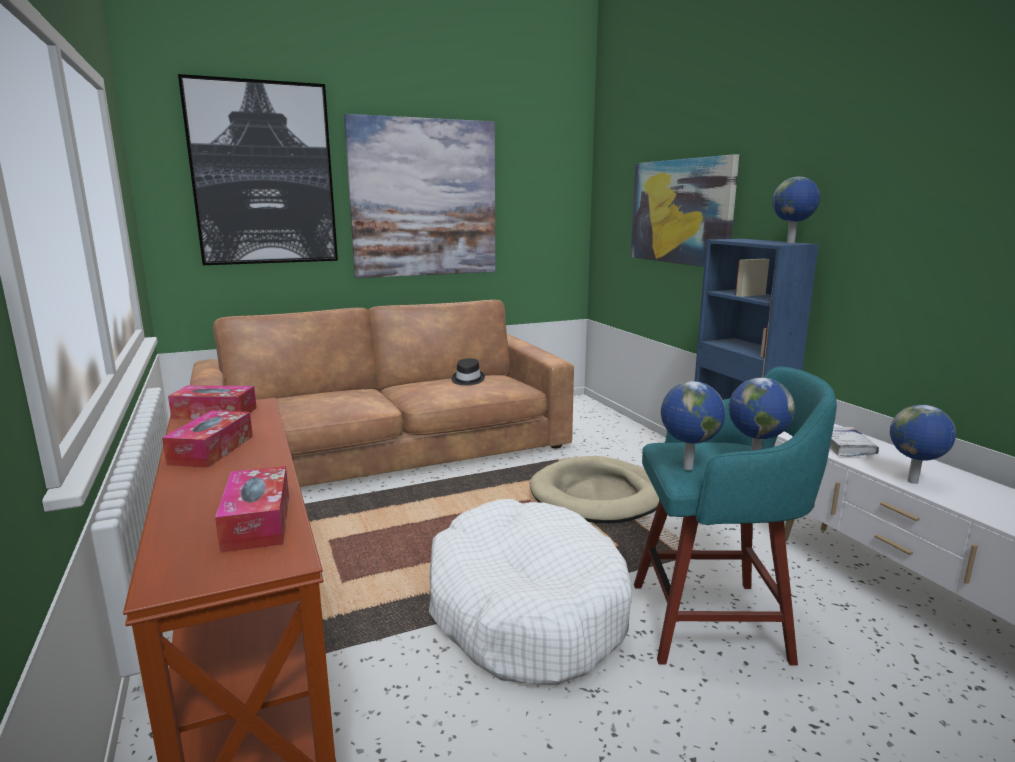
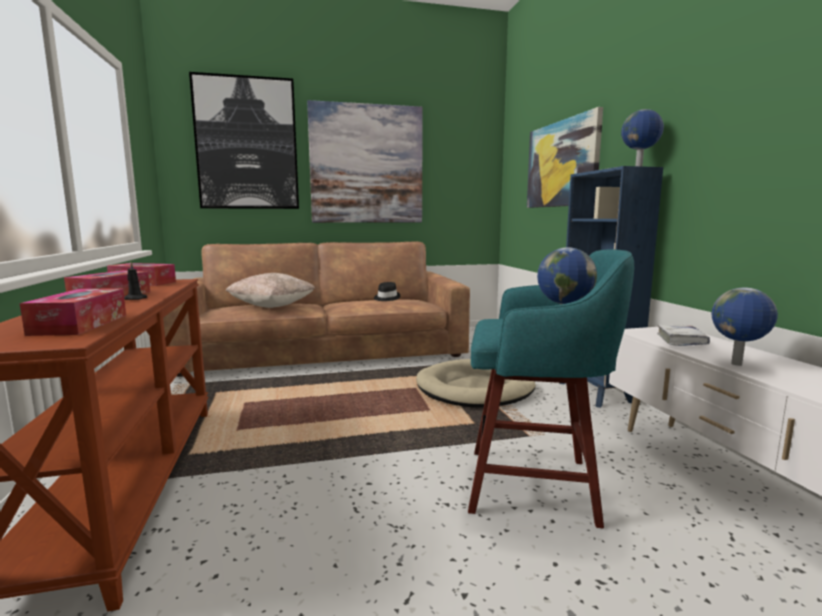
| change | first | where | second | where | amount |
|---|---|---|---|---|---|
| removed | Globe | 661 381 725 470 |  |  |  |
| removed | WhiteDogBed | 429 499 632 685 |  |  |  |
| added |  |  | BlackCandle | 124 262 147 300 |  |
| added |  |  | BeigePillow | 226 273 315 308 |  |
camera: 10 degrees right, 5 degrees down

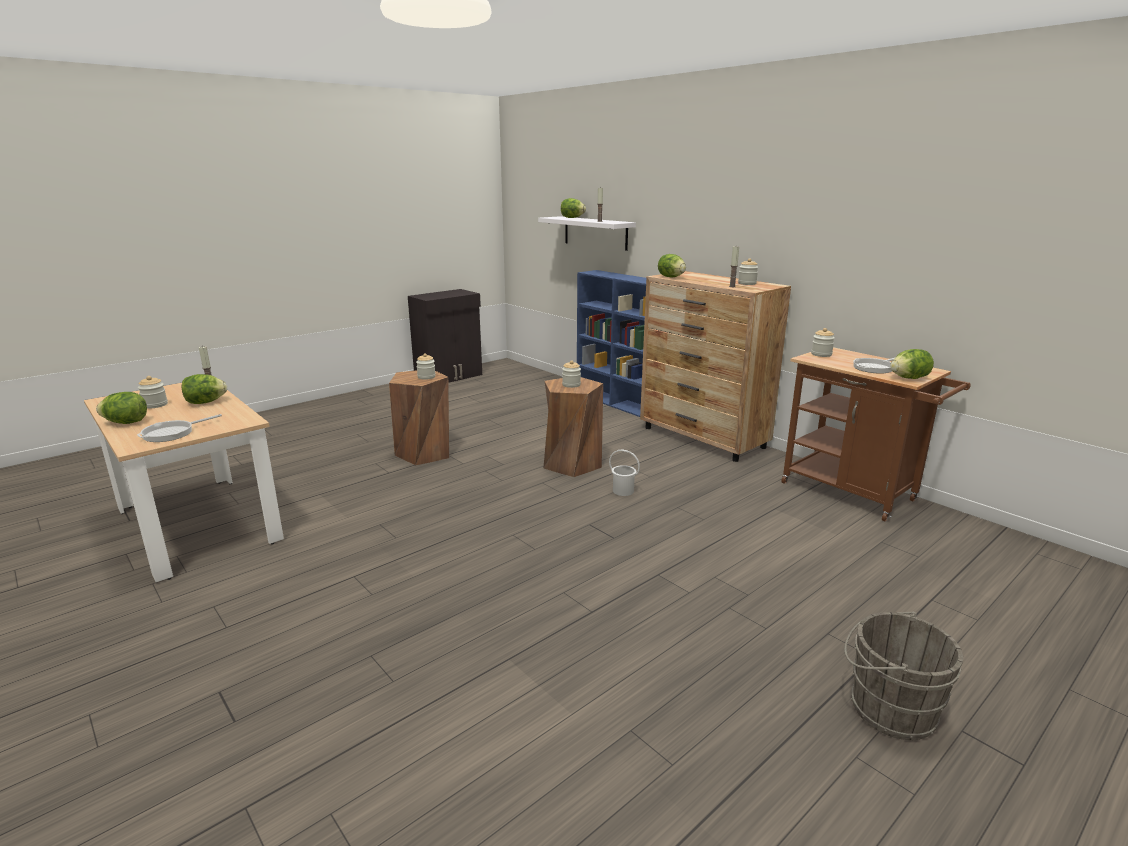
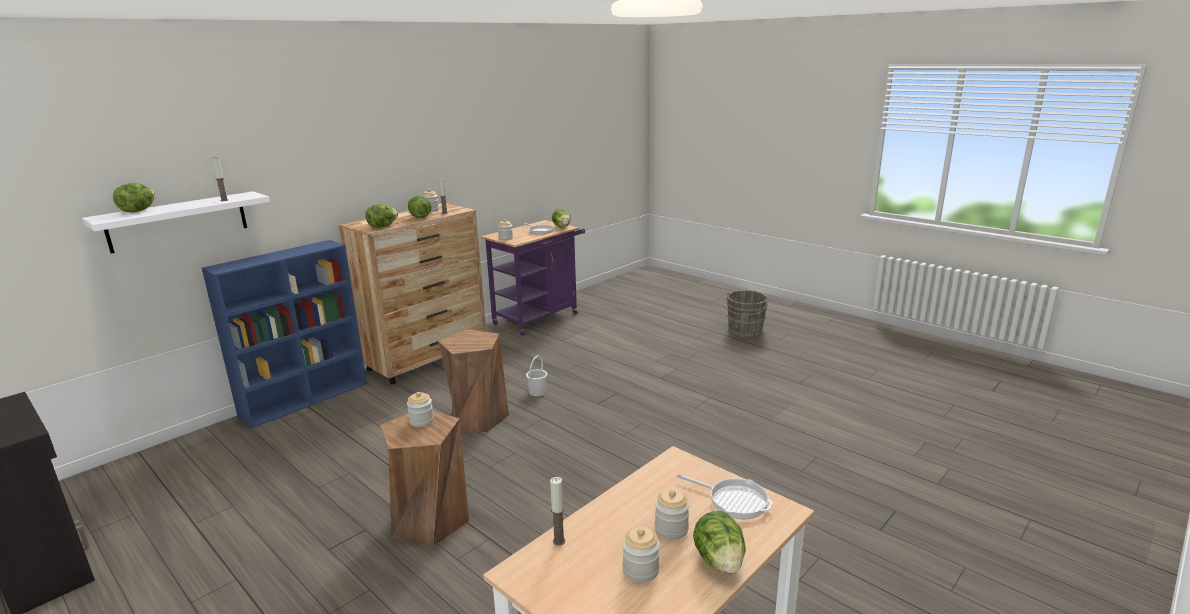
| change | first | where | second | where | amount |
|---|---|---|---|---|---|
| recoloured | BrownCart | 781 347 971 521 | PurpleCart | 481 220 585 336 |  |
| moved | Jar | 562 361 581 388 |  | 655 489 690 540 |  |
| moved | Lettuce | 181 374 227 404 |  | 408 196 431 218 |  |
camera: 95 degrees left, 0 degrees up

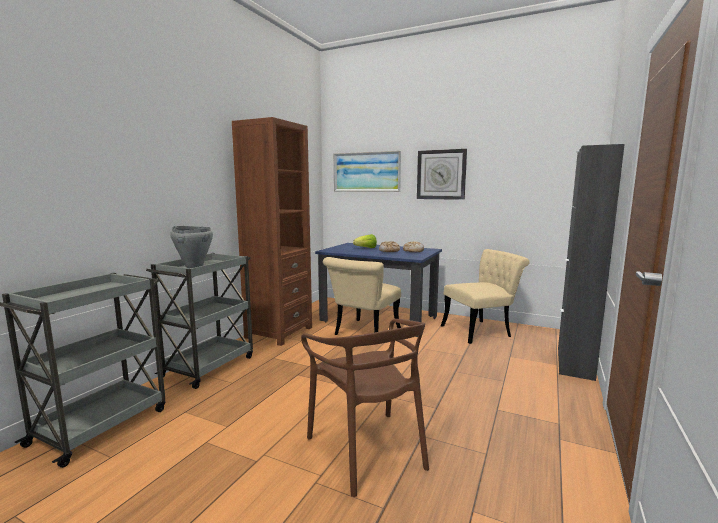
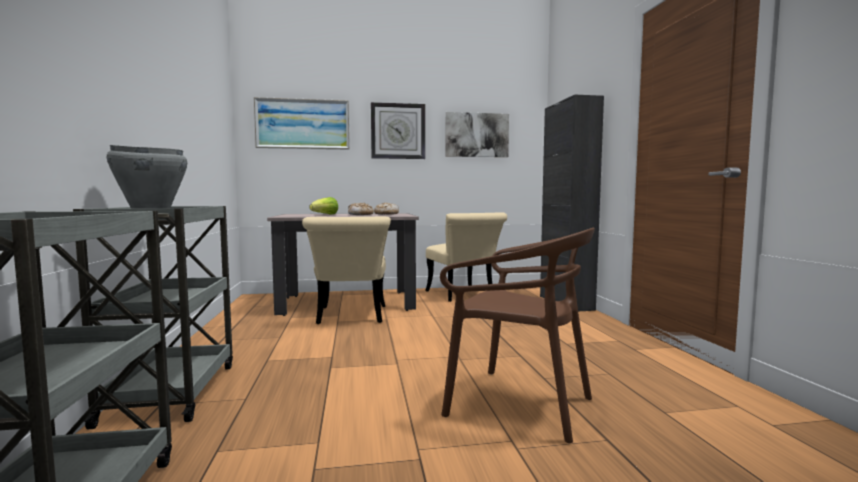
| change | first | where | second | where | amount |
|---|---|---|---|---|---|
| removed | BrownBookcase | 232 117 312 346 |  |  |  |
| recoloured | BlueDiningTable | 315 243 442 337 | BeigeDiningTable | 267 213 419 316 |  |
| turned | BeigeChair | 440 249 530 344 |  | 425 212 507 302 | 120 degrees clockwise |
| added |  |  | Picture | 445 112 509 157 |  |
camera: 35 degrees left, 5 degrees down

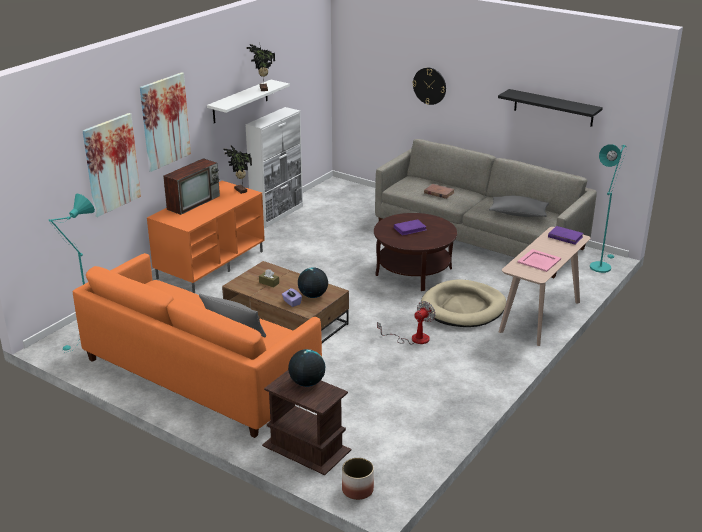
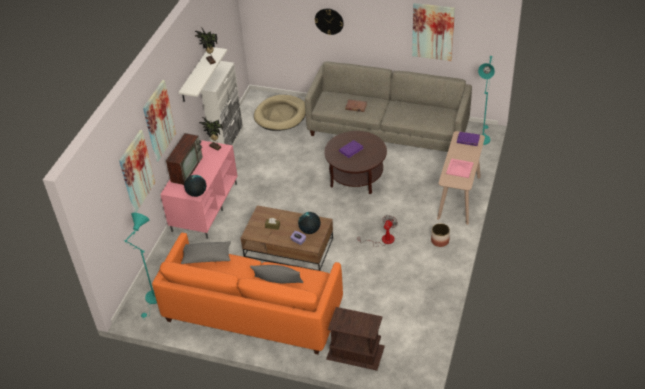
| change | first | where | second | where | amount |
|---|---|---|---|---|---|
| replaced | BlackShelf | 498 89 603 127 | Picture | 412 3 455 61 |  |
| recoloured | OrangeTvStand | 147 181 265 293 | PinkTvStand | 160 140 238 239 |  |
| moved | GreyPillow | 489 196 549 217 |  | 181 241 231 264 |  |
| moved | BeigeDogBed | 421 279 506 327 |  | 254 95 306 131 |  |
| moved | Globe | 288 349 325 387 |  | 184 175 206 197 |  |
| moved | Planter | 342 458 374 500 |  | 431 223 450 247 |  |
camera: 15 degrees left, 15 degrees up

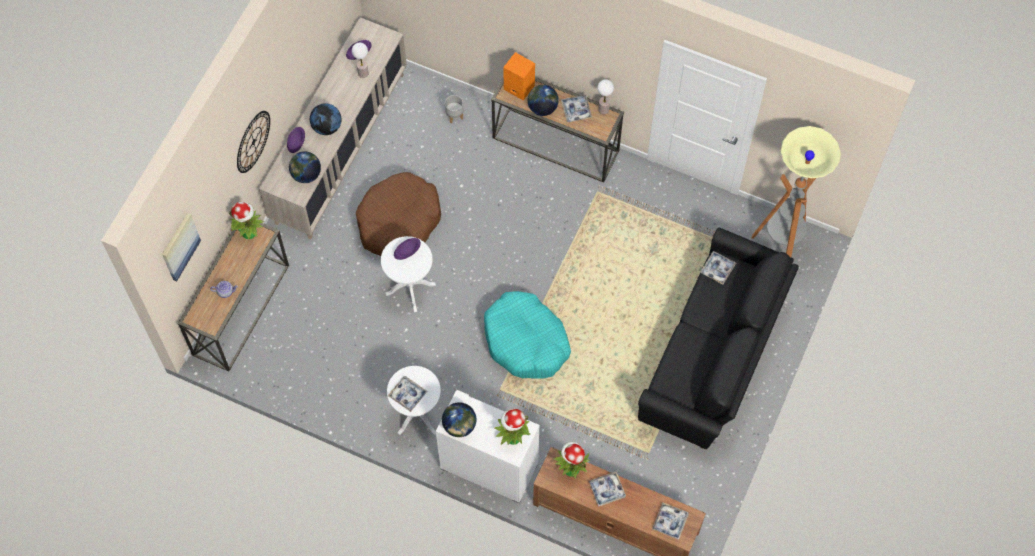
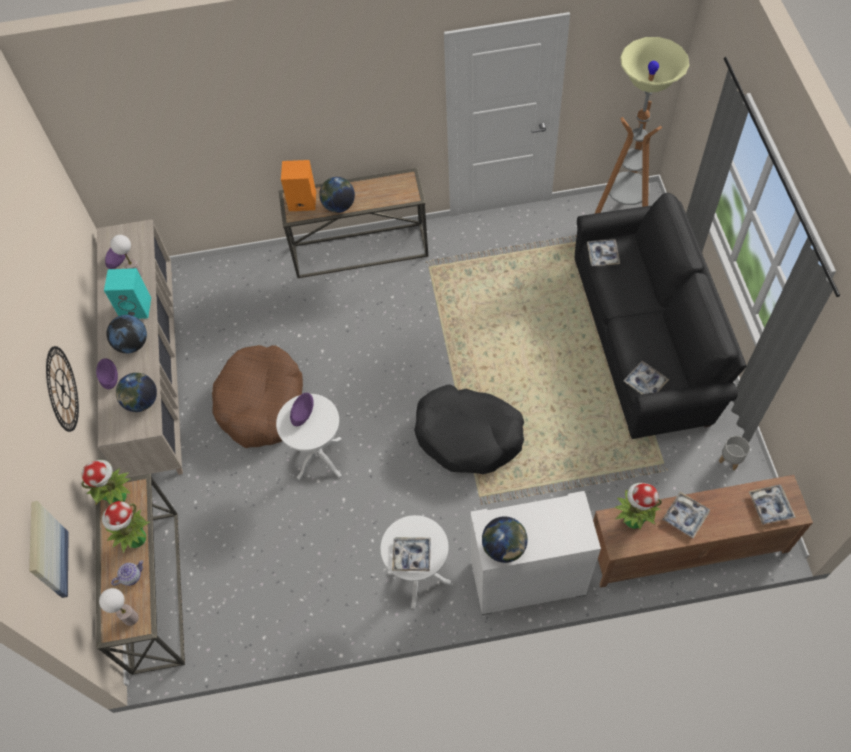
| change | first | where | second | where | amount |
|---|---|---|---|---|---|
| moved | TableLamp | 598 79 614 114 |  | 99 588 139 626 |  |
| moved | GreyPlanter | 445 95 463 123 |  | 719 436 750 470 |  |
| moved | Tray | 561 95 592 122 |  | 623 361 669 394 |  |
| recoloured | TurquoiseDogBed | 484 291 571 379 | BlackDogBed | 414 384 524 474 |  |
| moved | PottedPlant | 494 408 531 445 |  | 102 501 150 553 |  |
| added |  |  | TurquoiseSpeaker | 104 268 151 319 |  |
camera: 30 degrees left, 5 degrees down

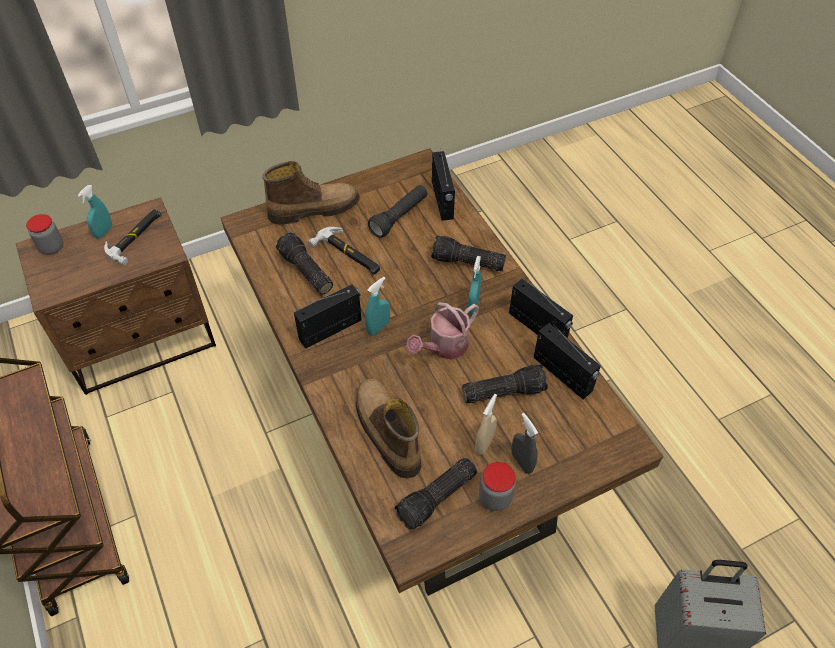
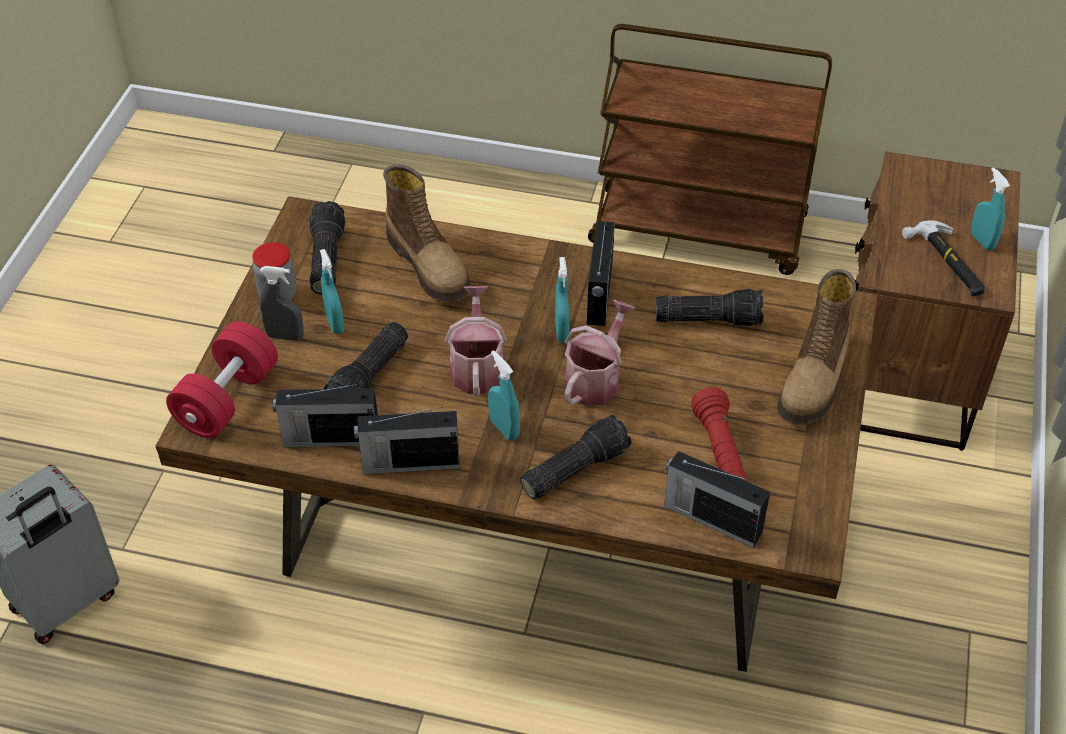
| change | first | where | second | where | amount |
|---|---|---|---|---|---|
| recoloured | BlackFlashlight | 368 185 427 238 | RedFlashlight | 691 387 748 482 |  |
| removed | Jar | 26 214 63 255 |  |  |  |
| removed | Hammer | 308 227 380 275 |  |  |  |
| turned | Boot | 356 379 422 478 |  | 383 164 470 302 | 45 degrees clockwise |
| recoloured | BeigeSprayBottle | 475 394 497 455 | TurquoiseSprayBottle | 320 249 344 334 |  |
| added |  |  | WateringCan | 564 300 636 406 |  |
| added |  |  | RedDumbbell | 166 321 278 438 |  |
camera: 130 degrees right, 5 degrees down

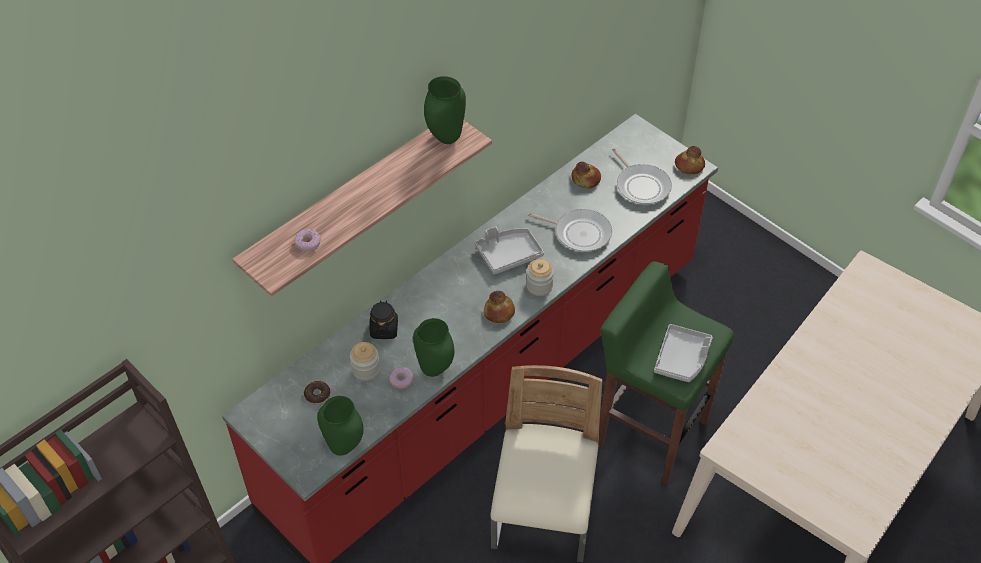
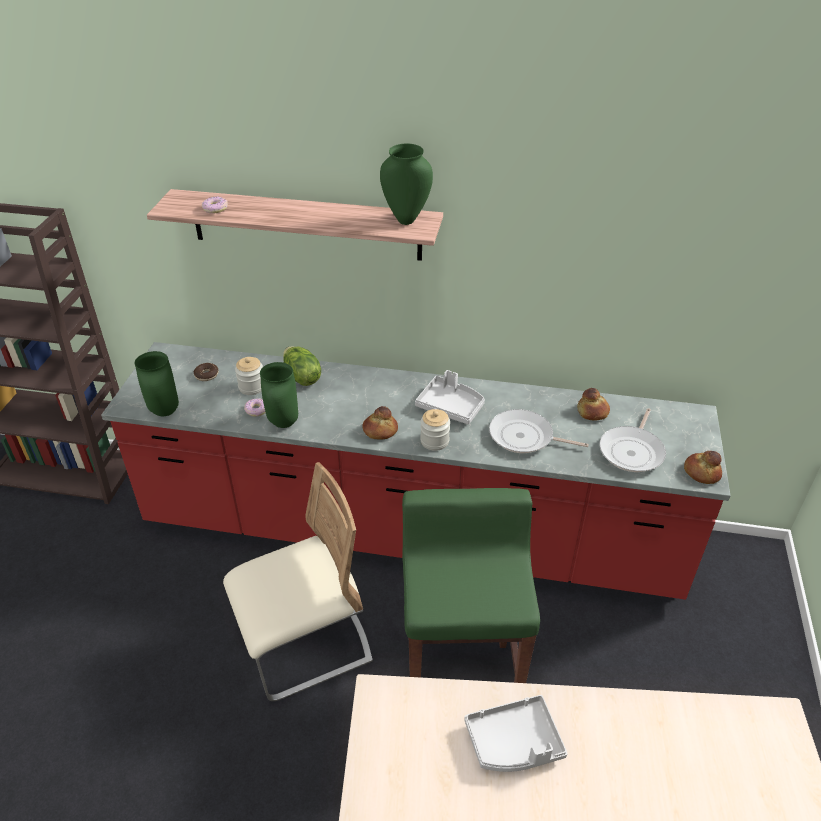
| change | first | where | second | where | amount |
|---|---|---|---|---|---|
| turned | FryingPan | 528 209 612 252 |  | 489 409 589 453 | 120 degrees clockwise |
| replaced | BlackJar | 369 301 398 339 | Lettuce | 283 346 321 386 |  |
| moved | GreyTray | 654 324 713 382 |  | 464 695 568 772 |  |
camera: 55 degrees right, 10 degrees down

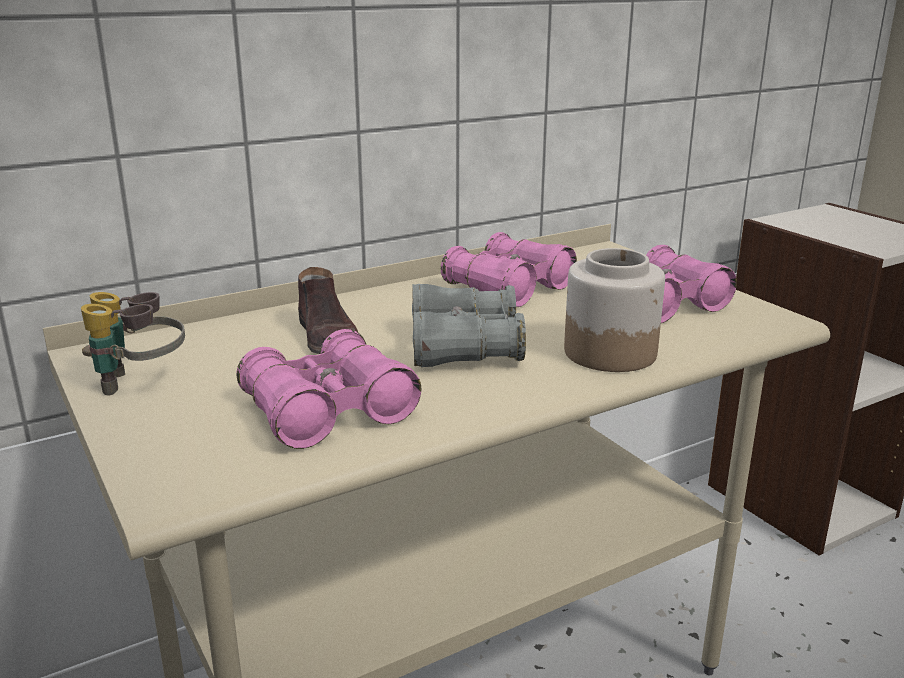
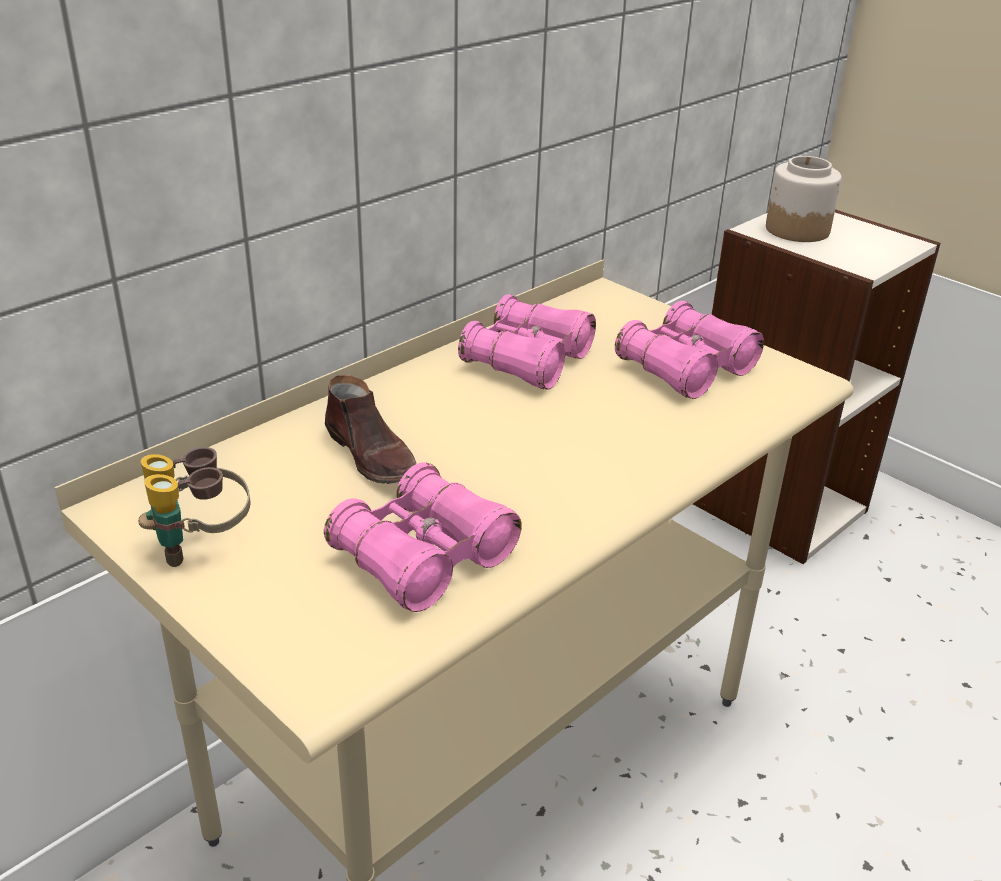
| change | first | where | second | where | amount |
|---|---|---|---|---|---|
| moved | Jar | 564 248 665 372 |  | 766 156 842 242 |  |
| removed | GreyBinoculars | 412 284 526 367 |  |  |  |
camera: 15 degrees left, 10 degrees up

